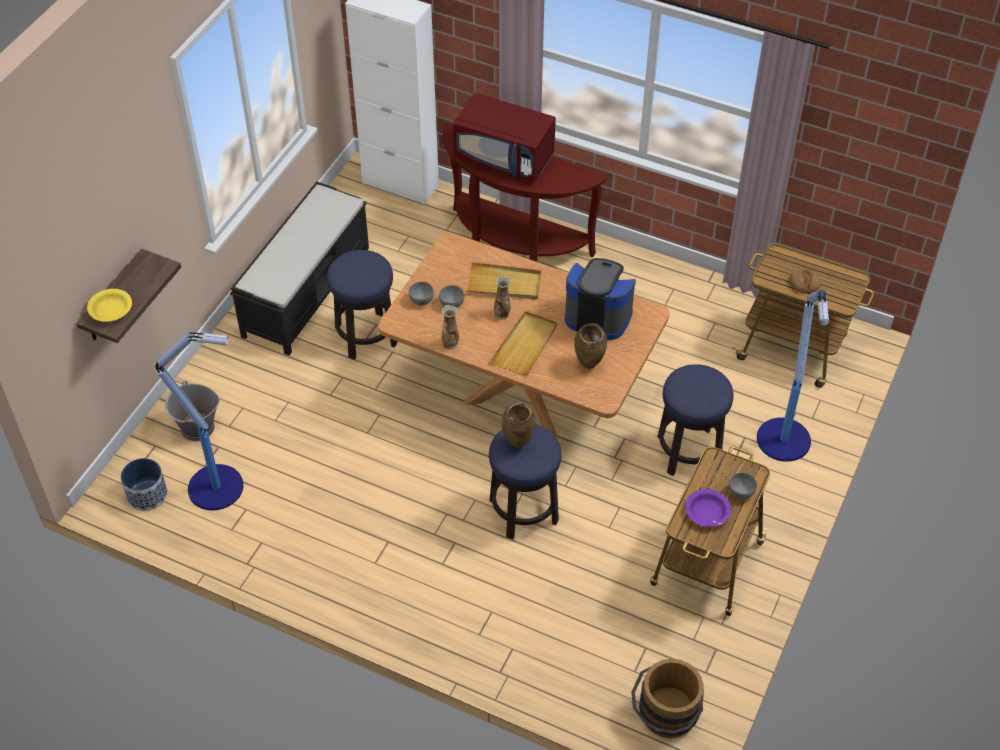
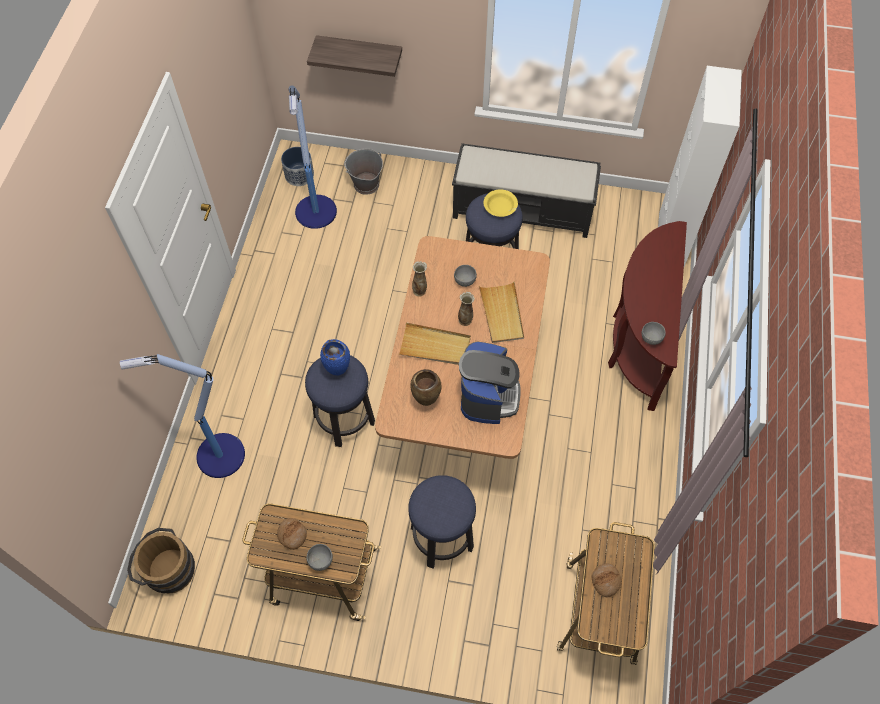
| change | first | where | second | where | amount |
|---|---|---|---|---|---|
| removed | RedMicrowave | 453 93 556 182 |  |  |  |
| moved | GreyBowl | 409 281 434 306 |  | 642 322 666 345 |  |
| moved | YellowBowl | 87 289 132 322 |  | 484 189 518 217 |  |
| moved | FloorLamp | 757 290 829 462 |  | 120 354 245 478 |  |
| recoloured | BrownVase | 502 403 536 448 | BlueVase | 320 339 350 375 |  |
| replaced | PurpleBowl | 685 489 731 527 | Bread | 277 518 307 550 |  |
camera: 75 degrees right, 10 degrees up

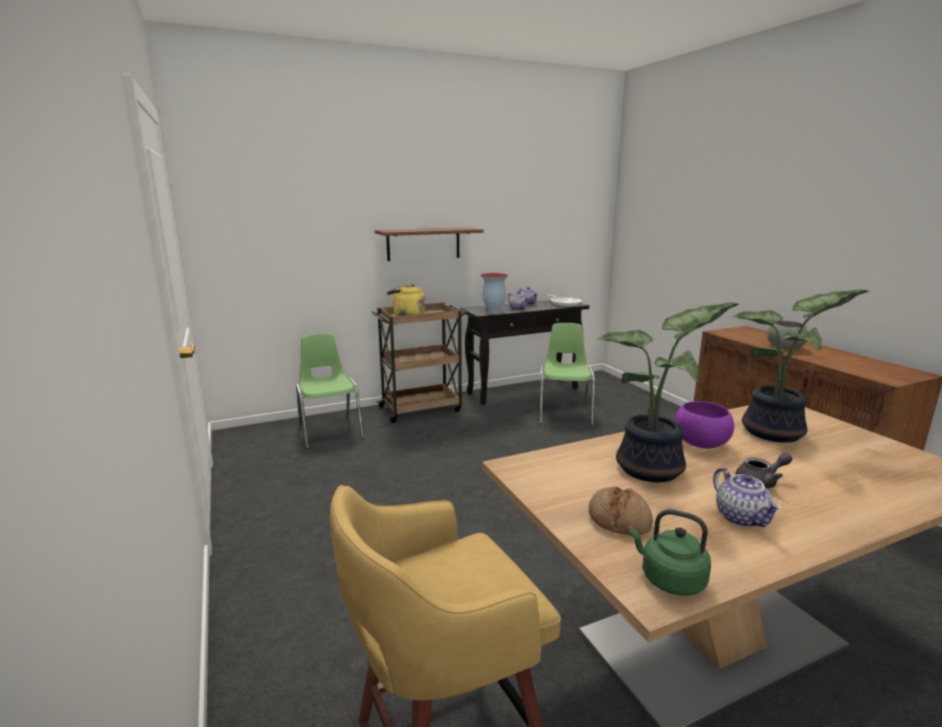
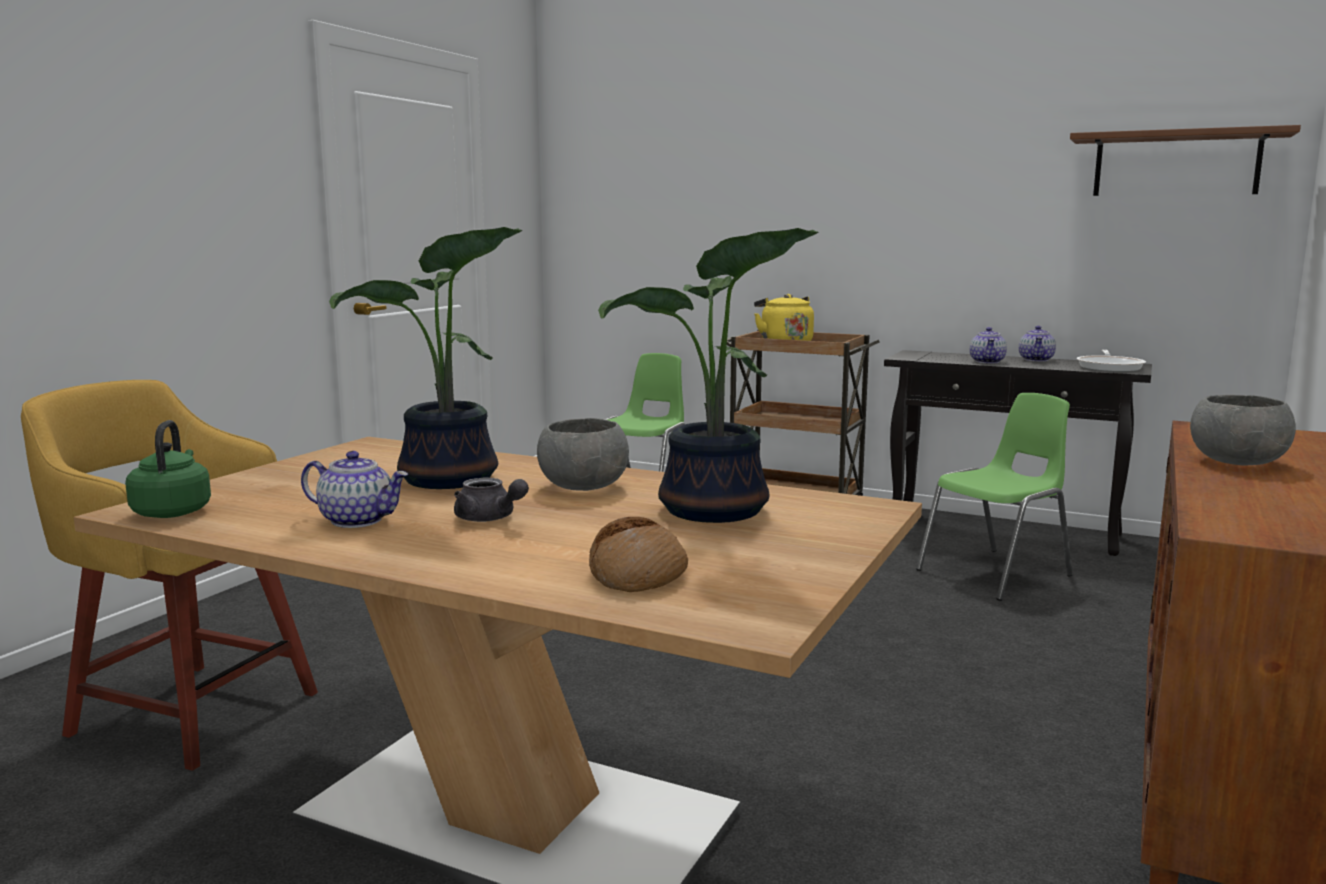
| change | first | where | second | where | amount |
|---|---|---|---|---|---|
| moved | BrownShelf | 375 227 483 261 |  | 1070 125 1301 196 |  |
| removed | Vase | 480 273 509 314 |  |  |  |
| recoloured | PurpleBowl | 674 401 734 449 | GreyBowl | 537 418 629 491 |  |
| turned | Teapot | 713 468 782 527 |  | 301 451 409 528 | 105 degrees counterclockwise |
| moved | Bread | 589 487 653 535 |  | 589 517 688 592 |  |
camera: 50 degrees right, 5 degrees down

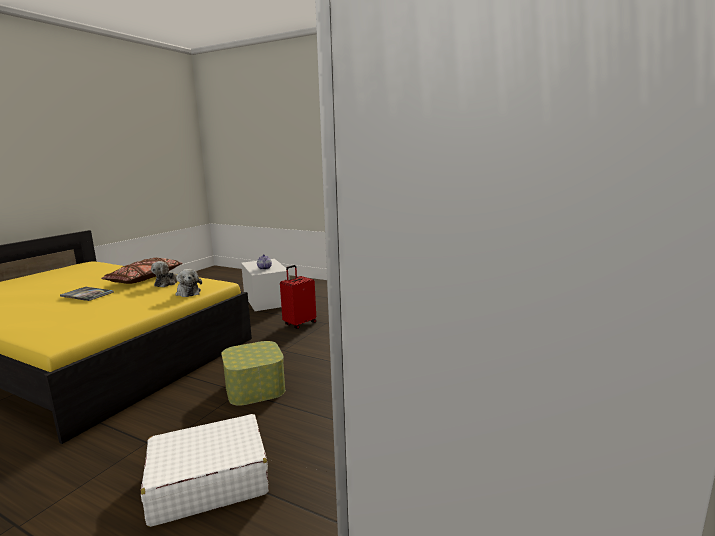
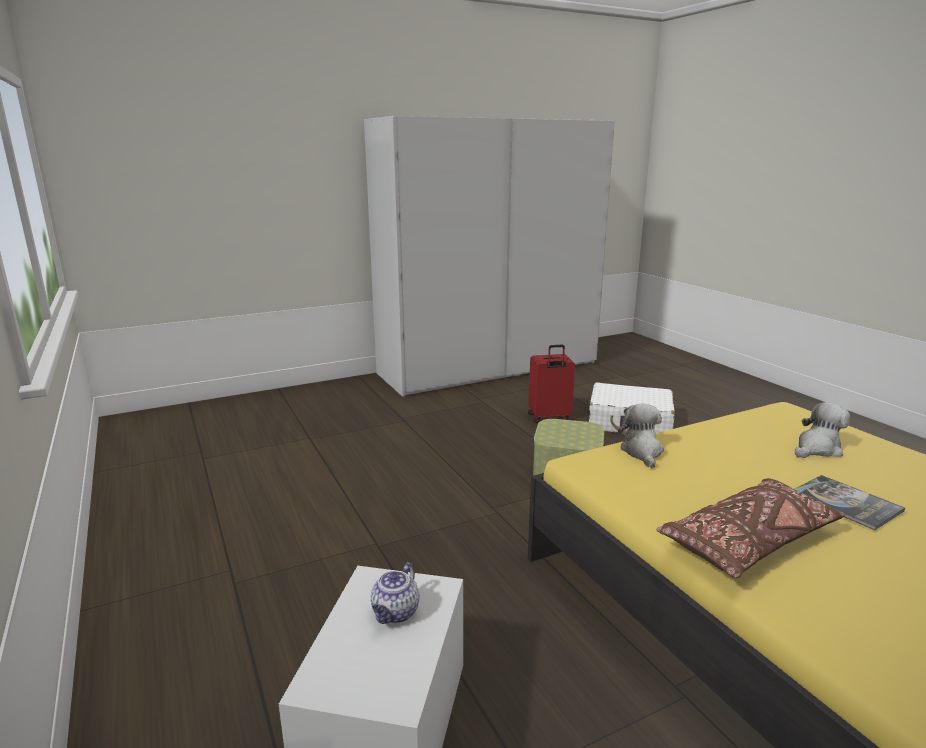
| change | first | where | second | where | amount |
|---|---|---|---|---|---|
| moved | PlushToy | 151 261 178 287 |  | 795 402 850 458 |  |
| moved | RedSuitcase | 280 265 316 329 |  | 528 345 575 423 |  |
camera: 145 degrees left, 5 degrees up

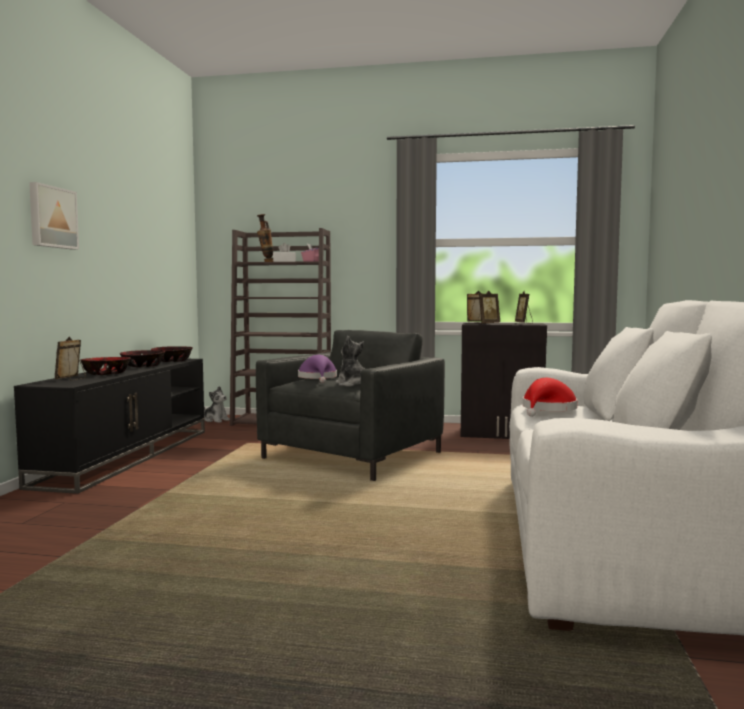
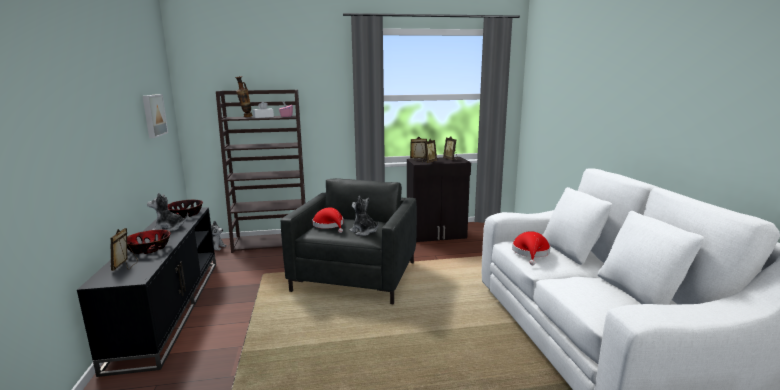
| change | first | where | second | where | amount |
|---|---|---|---|---|---|
| moved | Picture | 29 182 79 250 |  | 143 94 168 138 |  |
| replaced | Bowl | 120 350 166 367 | PlushToy | 147 193 188 231 |  |
| recoloured | PurpleHat | 298 355 337 383 | RedHat | 312 207 343 233 |  |
camera: 20 degrees left, 10 degrees up

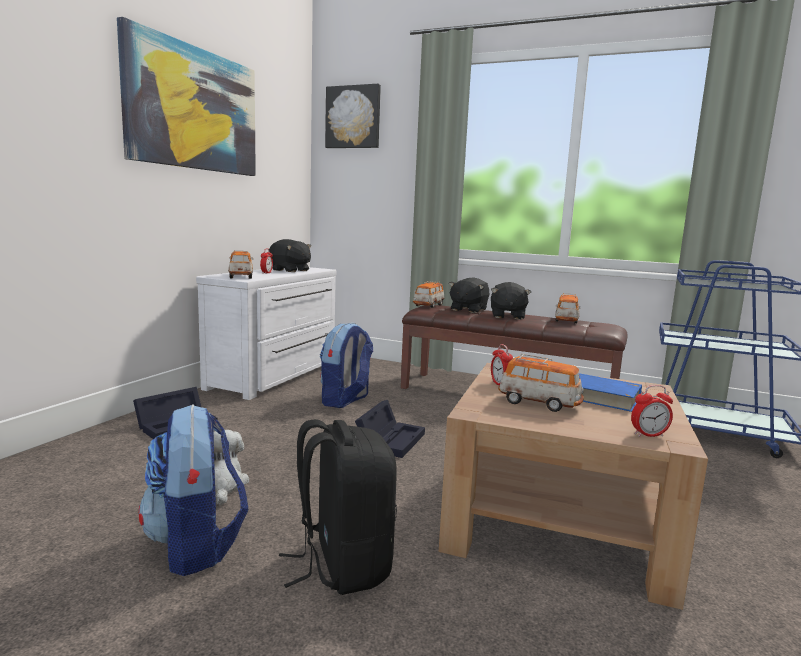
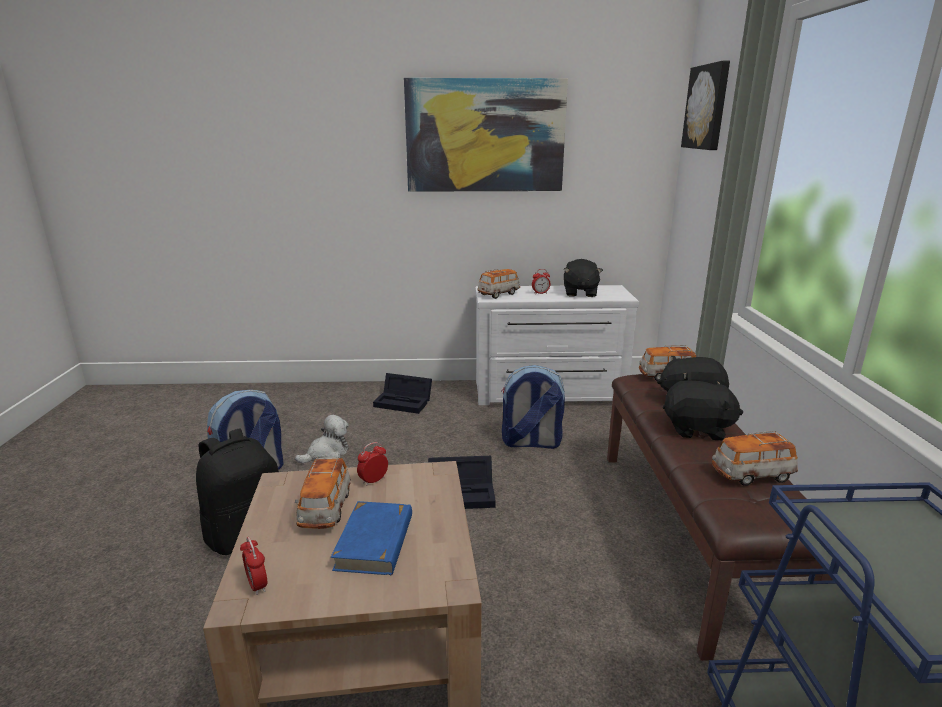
| change | first | where | second | where | amount |
|---|---|---|---|---|---|
| turned | BlackPlushToy | 491 282 531 320 |  | 663 380 743 440 | 150 degrees counterclockwise |
camera: 65 degrees right, 10 degrees up

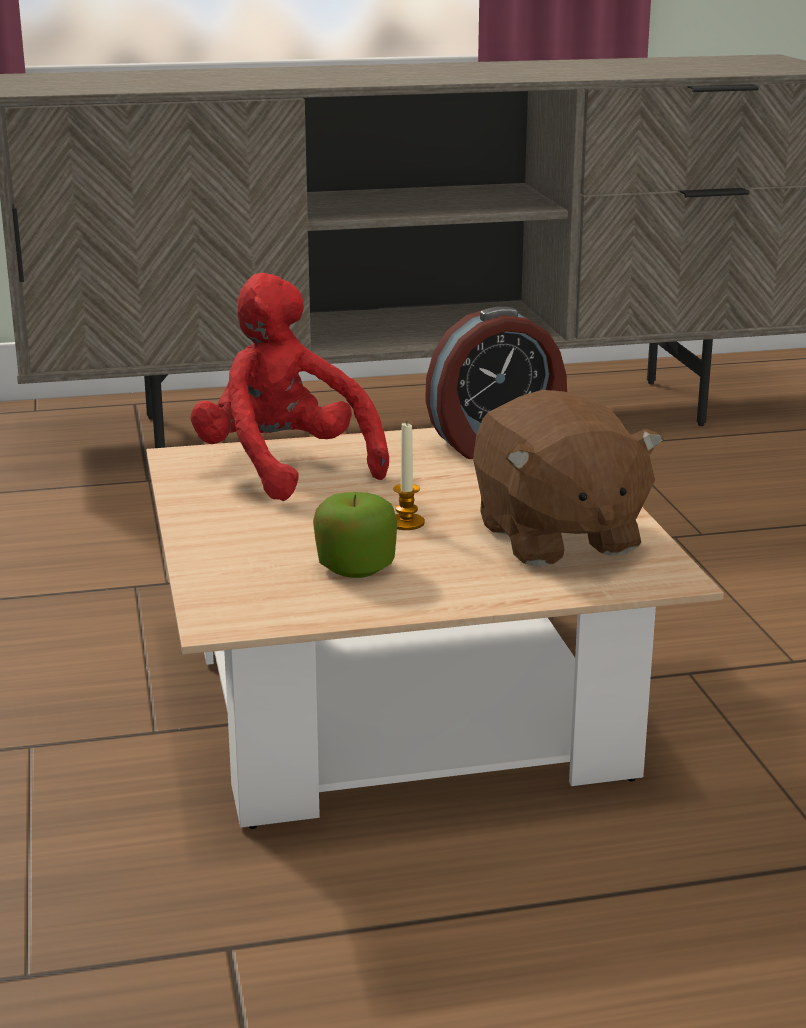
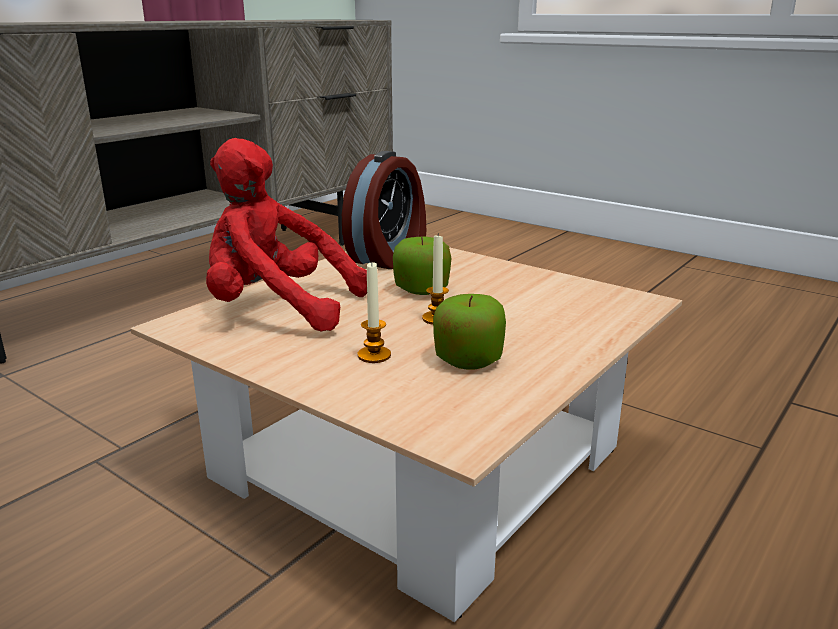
| change | first | where | second | where | amount |
|---|---|---|---|---|---|
| removed | BrownPlushToy | 473 390 664 567 |  |  |  |
| added |  |  | Apple | 393 236 452 295 |  |
| added |  |  | Candle | 358 261 391 363 |  |
camera: 40 degrees left, 0 degrees up

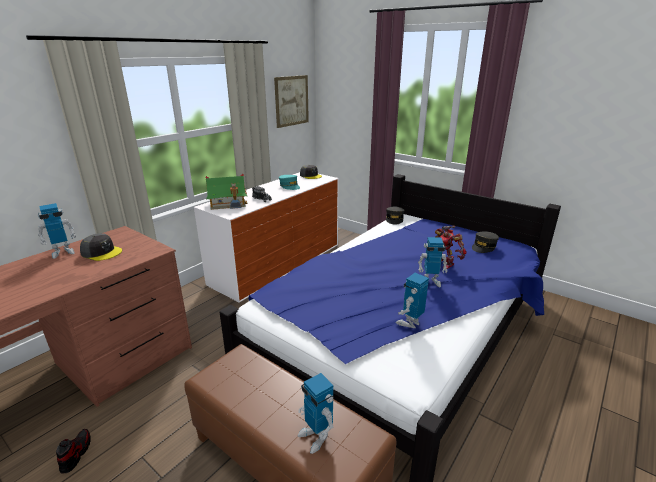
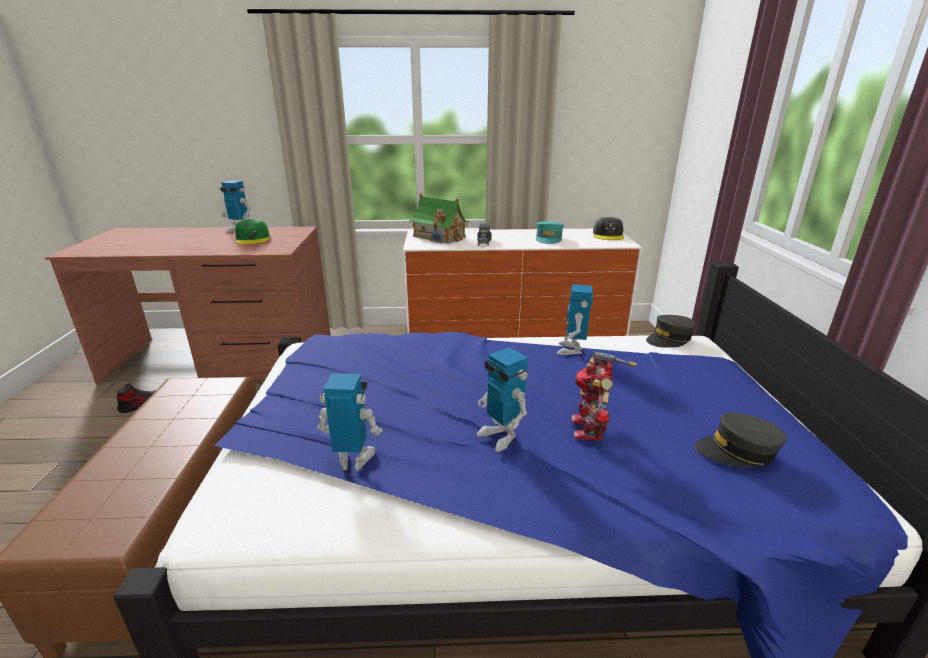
| change | first | where | second | where | amount |
|---|---|---|---|---|---|
| removed | Picture | 274 75 309 128 |  |  |  |
| recoloured | GreyCap | 80 233 122 261 | GreenCap | 235 219 269 244 |  |
| moved | ToyRobot | 297 373 334 454 |  | 557 284 593 355 |  |
camera: 50 degrees right, 0 degrees up

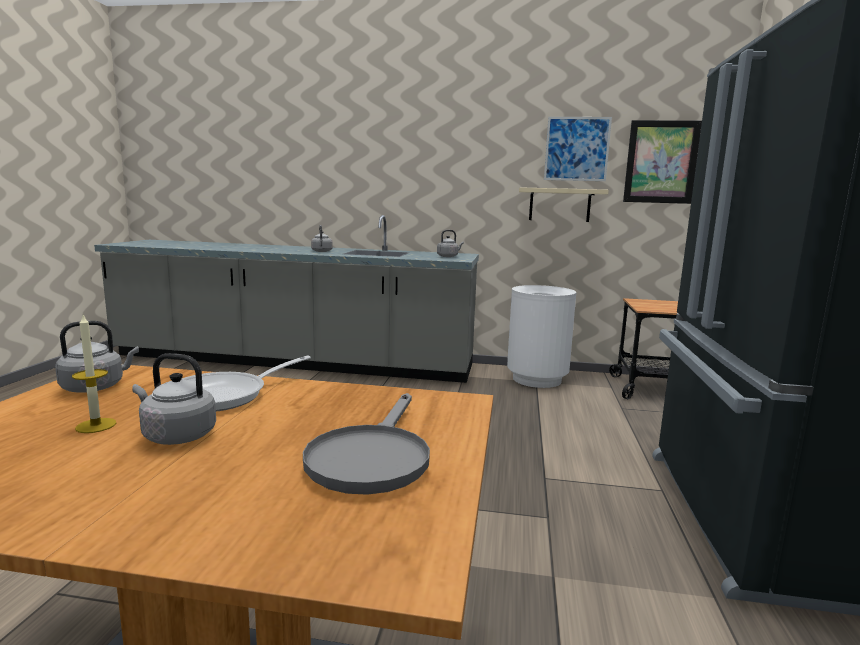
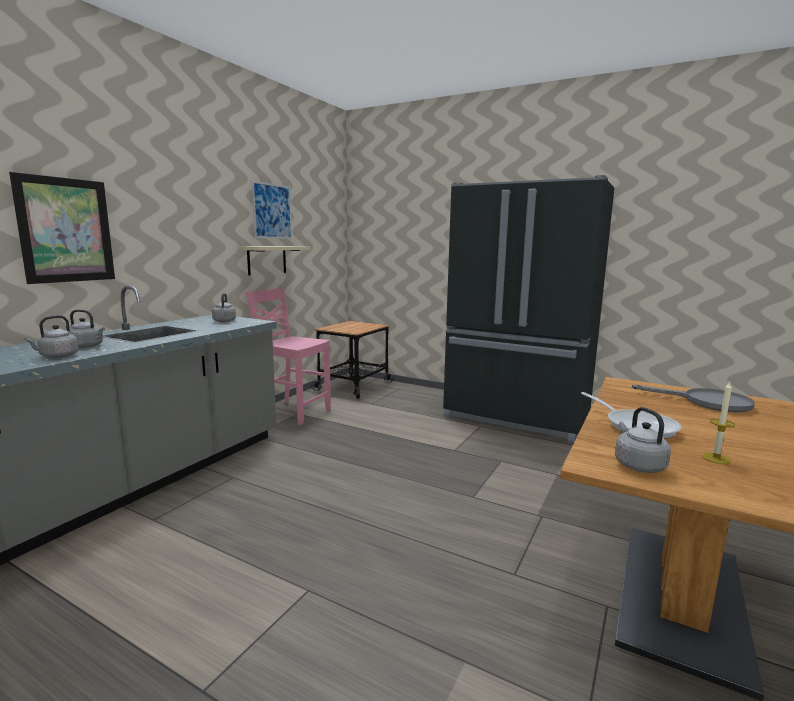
| change | first | where | second | where | amount |
|---|---|---|---|---|---|
| moved | Picture | 623 120 702 204 |  | 9 172 115 284 |  |
| replaced | WhiteTrashCan | 507 285 576 388 | PinkChair | 246 287 331 425 |  |
| moved | GreyKettle | 132 353 216 445 |  | 24 315 79 358 |  |
camera: 70 degrees left, 0 degrees up

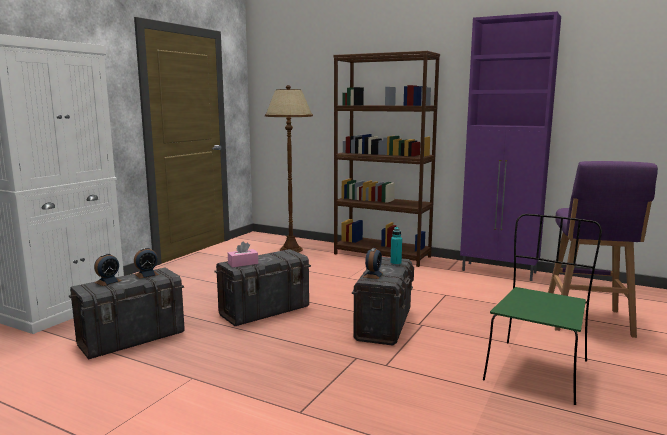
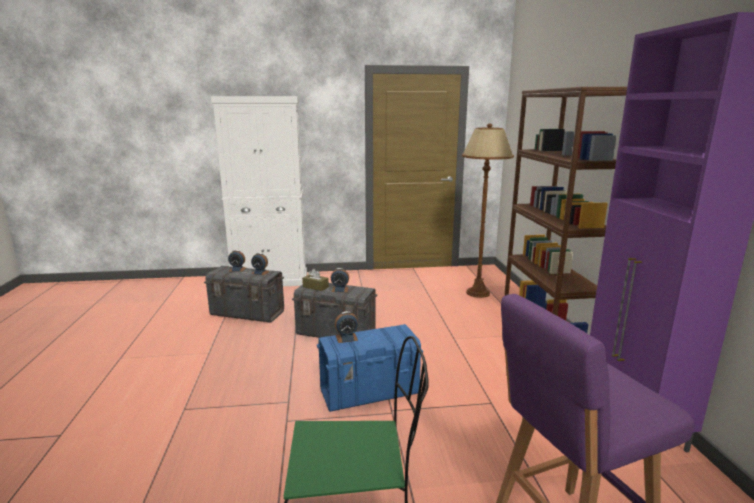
| change | first | where | second | where | amount |
|---|---|---|---|---|---|
| removed | TurquoiseBottle | 391 227 402 265 |  |  |  |
| recoloured | PinkTissueBox | 228 242 258 268 | BrownTissueBox | 302 269 329 291 |  |
| recoloured | GreyStorageBox | 352 257 414 346 | BlueStorageBox | 317 324 423 412 |  |
| added |  |  | AlarmClock | 331 268 349 292 |  |
camera: 55 degrees right, 5 degrees up

